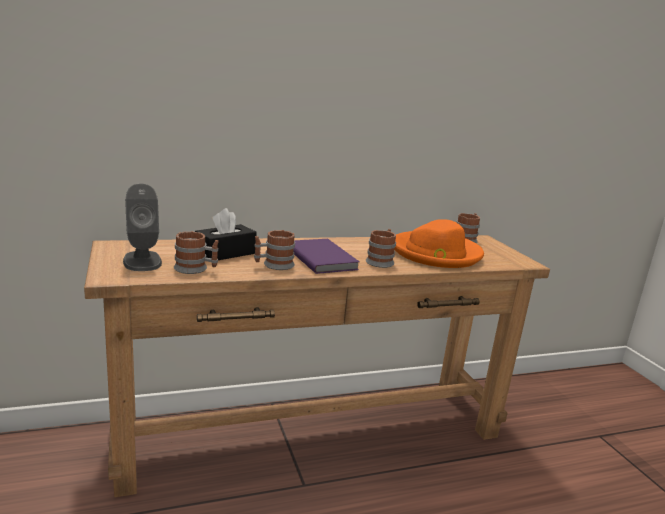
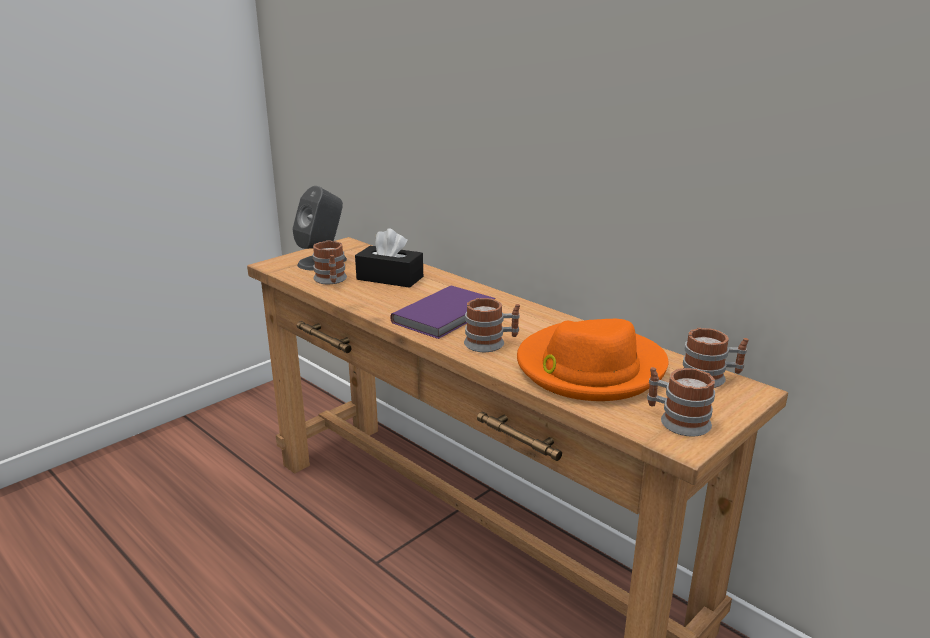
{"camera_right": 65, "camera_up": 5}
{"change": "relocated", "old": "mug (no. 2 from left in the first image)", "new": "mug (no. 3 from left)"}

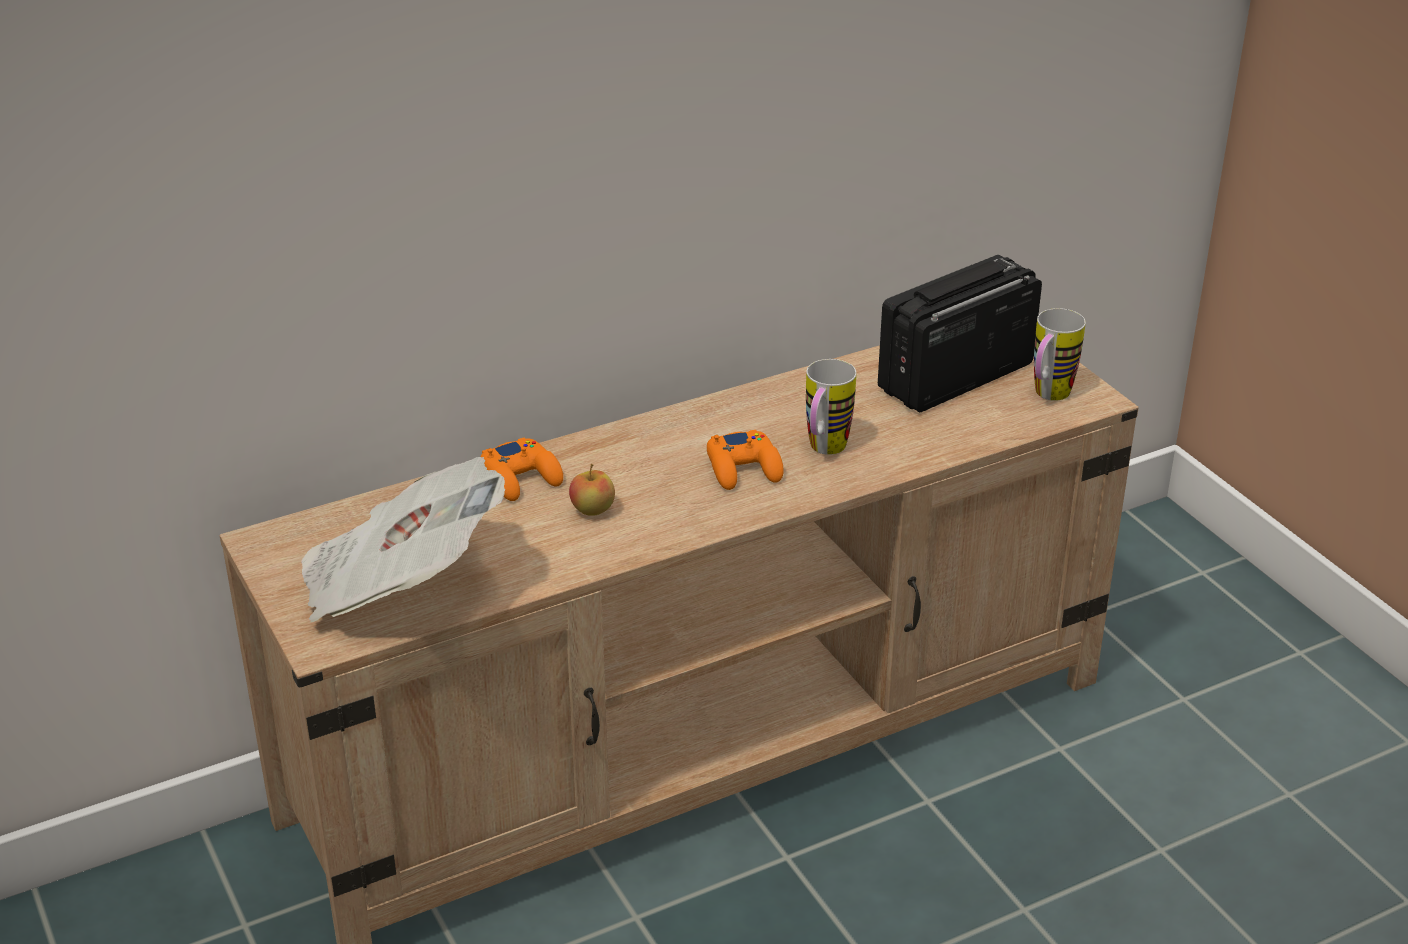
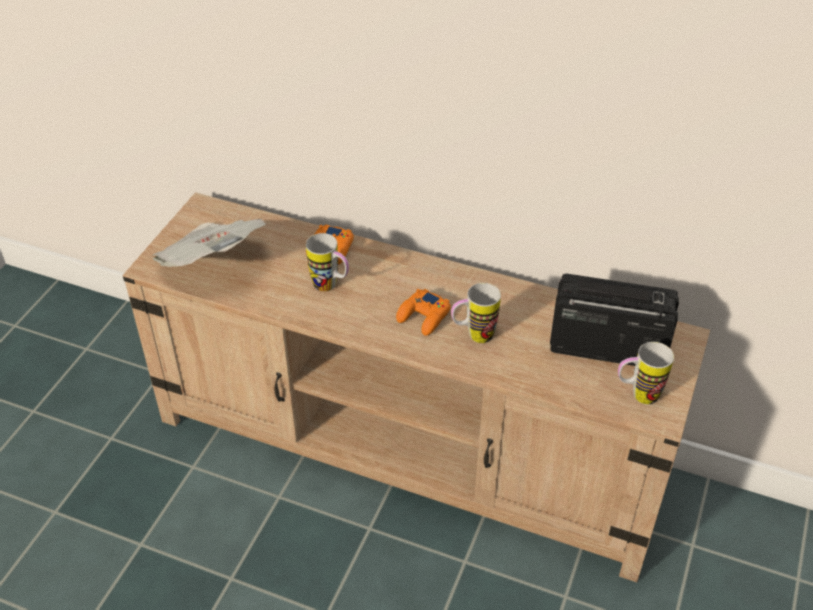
{"camera_right": 50, "camera_up": 10}
{"change": "exchanged", "old": "apple", "new": "mug (no. 1 from left)"}

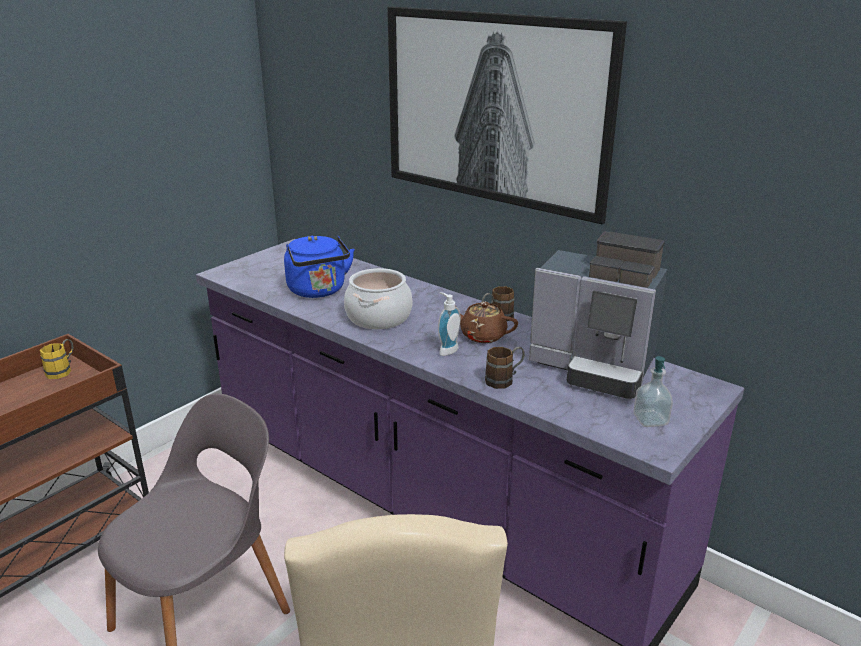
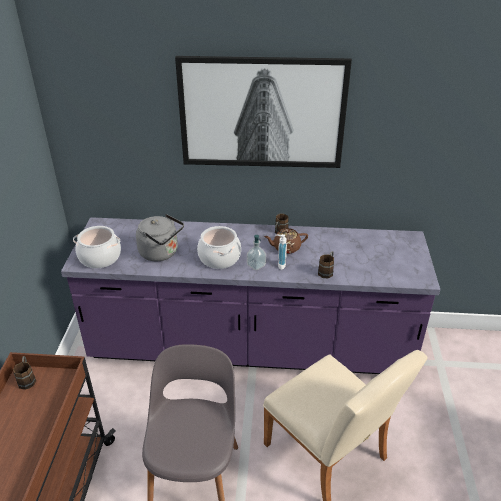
{"camera_right": -35, "camera_up": 10}
{"change": "missing", "old": "coffee machine"}
{"change": "appeared", "new": "cooking pot (no. 1 from left)"}
{"change": "relocated", "old": "soap dispenser (no. 2 from left in the first image)", "new": "soap dispenser (no. 1 from left)"}
{"change": "colour", "old": "mug/yellow", "new": "mug/brown (no. 1 from left)"}
{"change": "colour", "old": "kettle/blue", "new": "kettle/grey"}

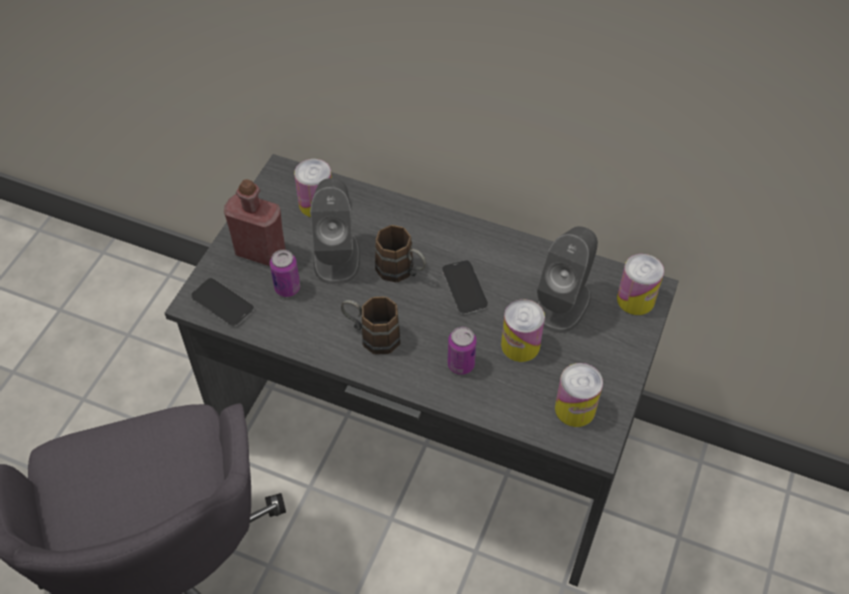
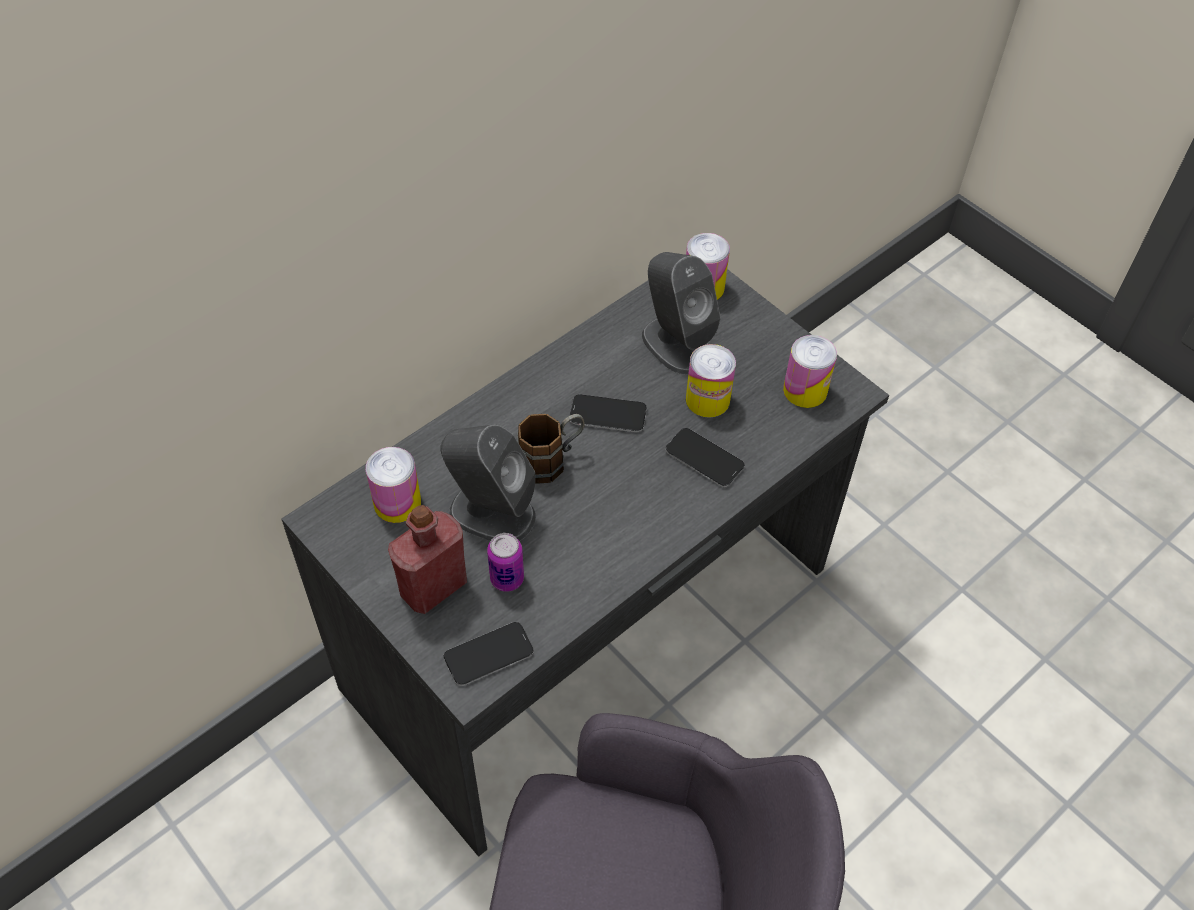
{"camera_right": -65, "camera_up": 0}
{"change": "missing", "old": "mug/brown (no. 1 from left)"}
{"change": "exchanged", "old": "can (no. 3 from left)", "new": "phone (no. 3 from left)"}

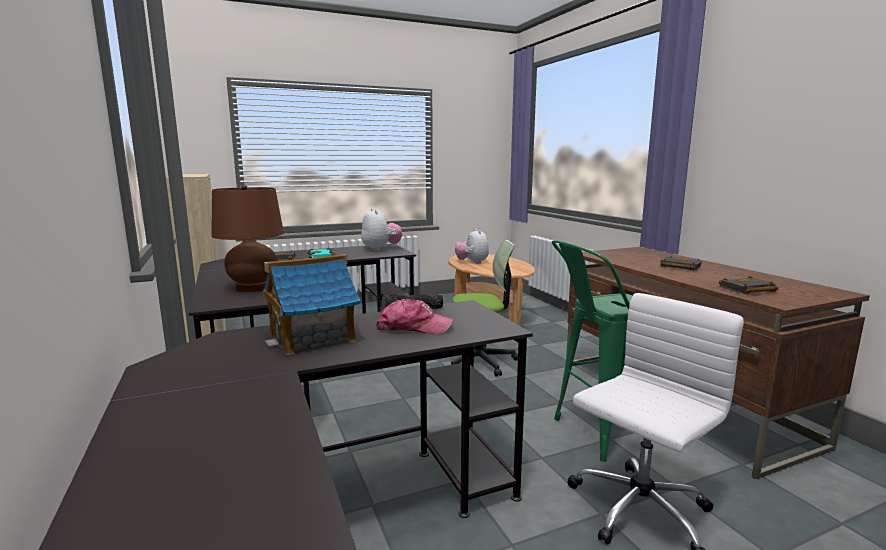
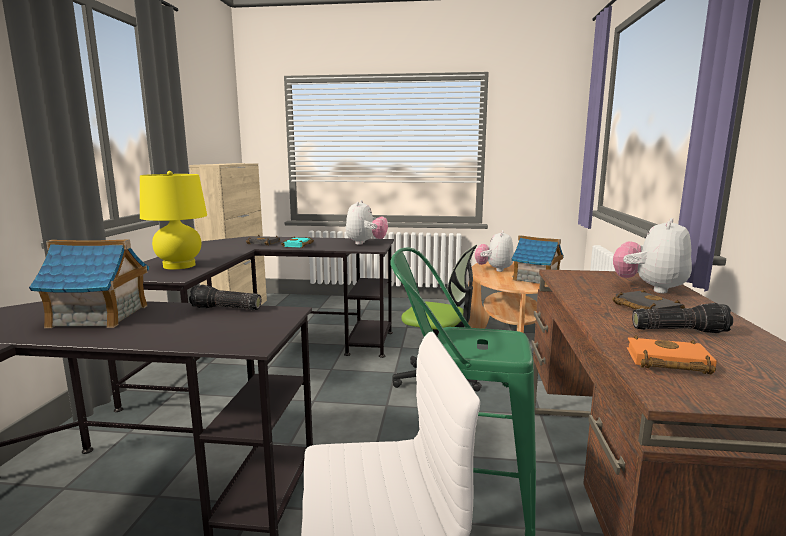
{"camera_right": 30, "camera_up": 0}
{"change": "missing", "old": "cap"}
{"change": "appeared", "new": "toy house (no. 2 from left)"}
{"change": "appeared", "new": "plush toy (no. 3 from left)"}
{"change": "appeared", "new": "flashlight (no. 2 from left)"}
{"change": "colour", "old": "table lamp/brown", "new": "table lamp/yellow"}
{"change": "colour", "old": "book/black (no. 3 from left)", "new": "book/orange"}

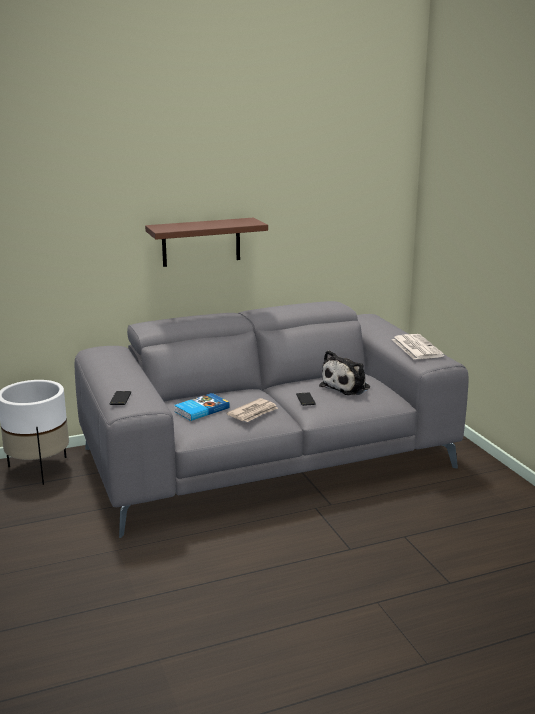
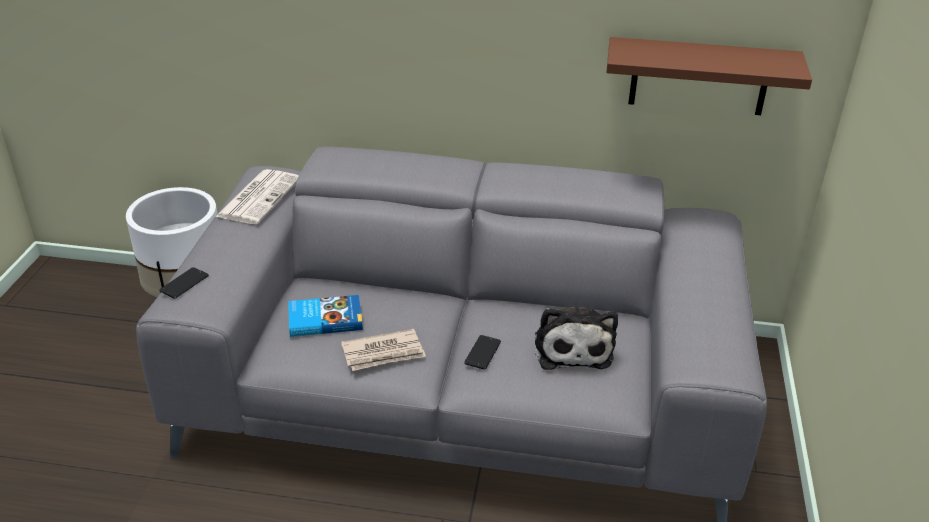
{"camera_right": 30, "camera_up": 15}
{"change": "relocated", "old": "shelf/brown"}
{"change": "relocated", "old": "newspaper (no. 2 from left in the first image)", "new": "newspaper (no. 1 from left)"}
{"change": "spun", "old": "plush toy", "degrees": -75}

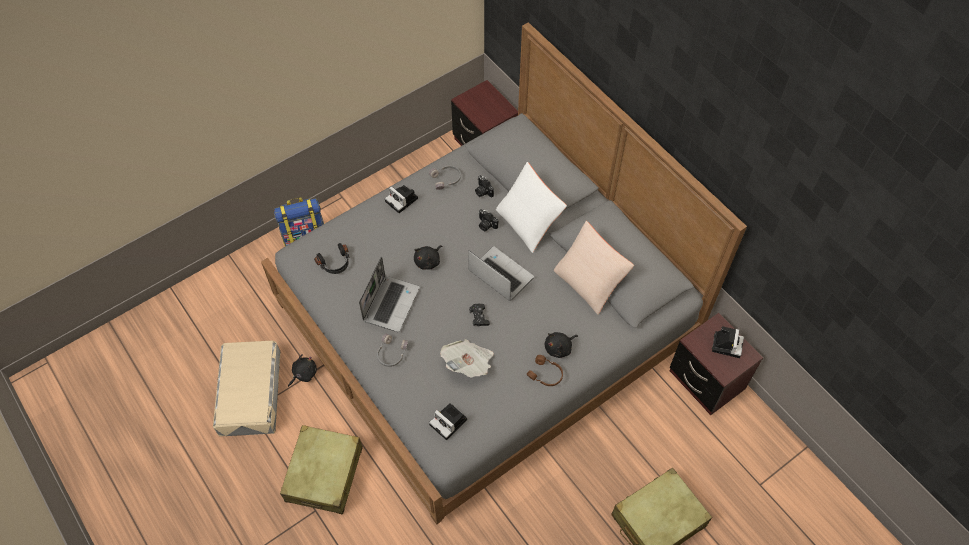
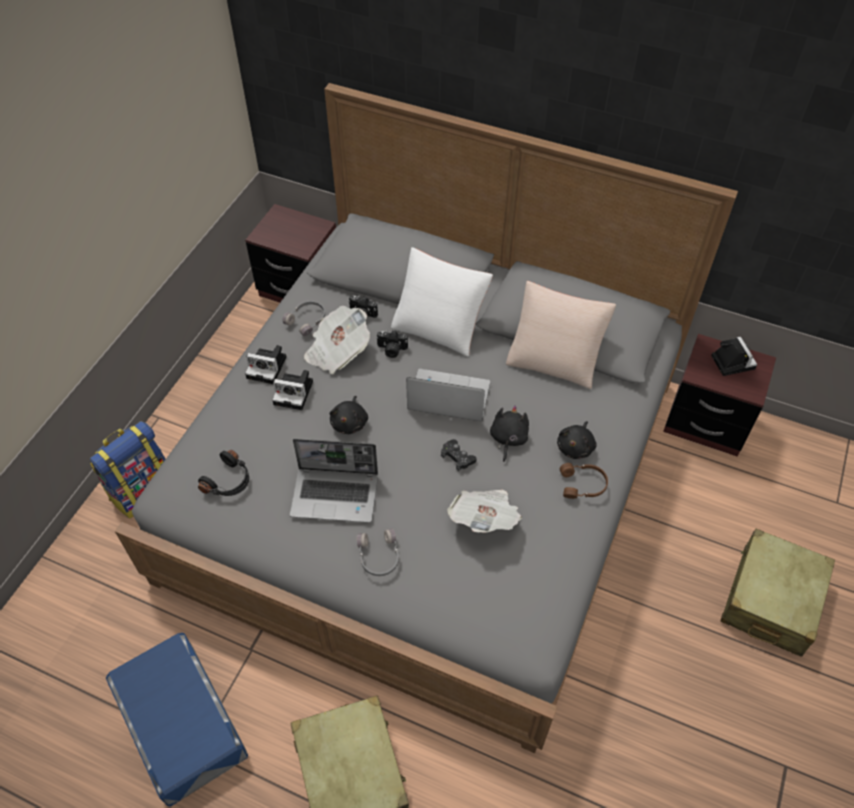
{"camera_right": -30, "camera_up": -5}
{"change": "appeared", "new": "newspaper (no. 1 from left)"}
{"change": "relocated", "old": "plush toy/black (no. 1 from left in the first image)", "new": "plush toy/black (no. 2 from left)"}
{"change": "relocated", "old": "photo camera (no. 2 from left)"}
{"change": "colour", "old": "storage box/beige", "new": "storage box/blue"}
{"change": "spun", "old": "laptop (no. 1 from left)", "degrees": 105}

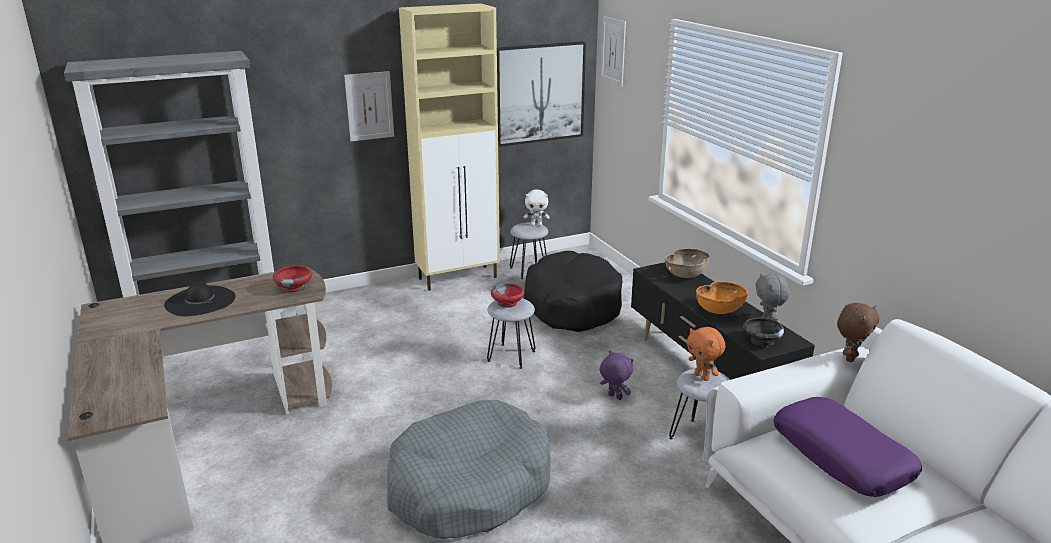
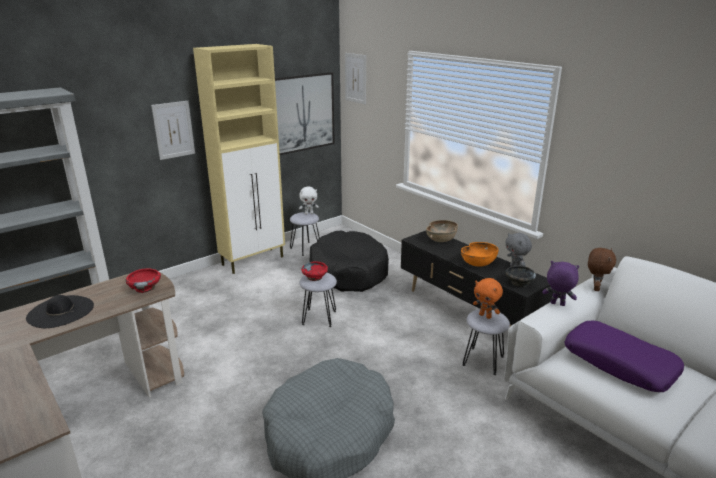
{"camera_right": -15, "camera_up": 0}
{"change": "relocated", "old": "plush toy/purple"}

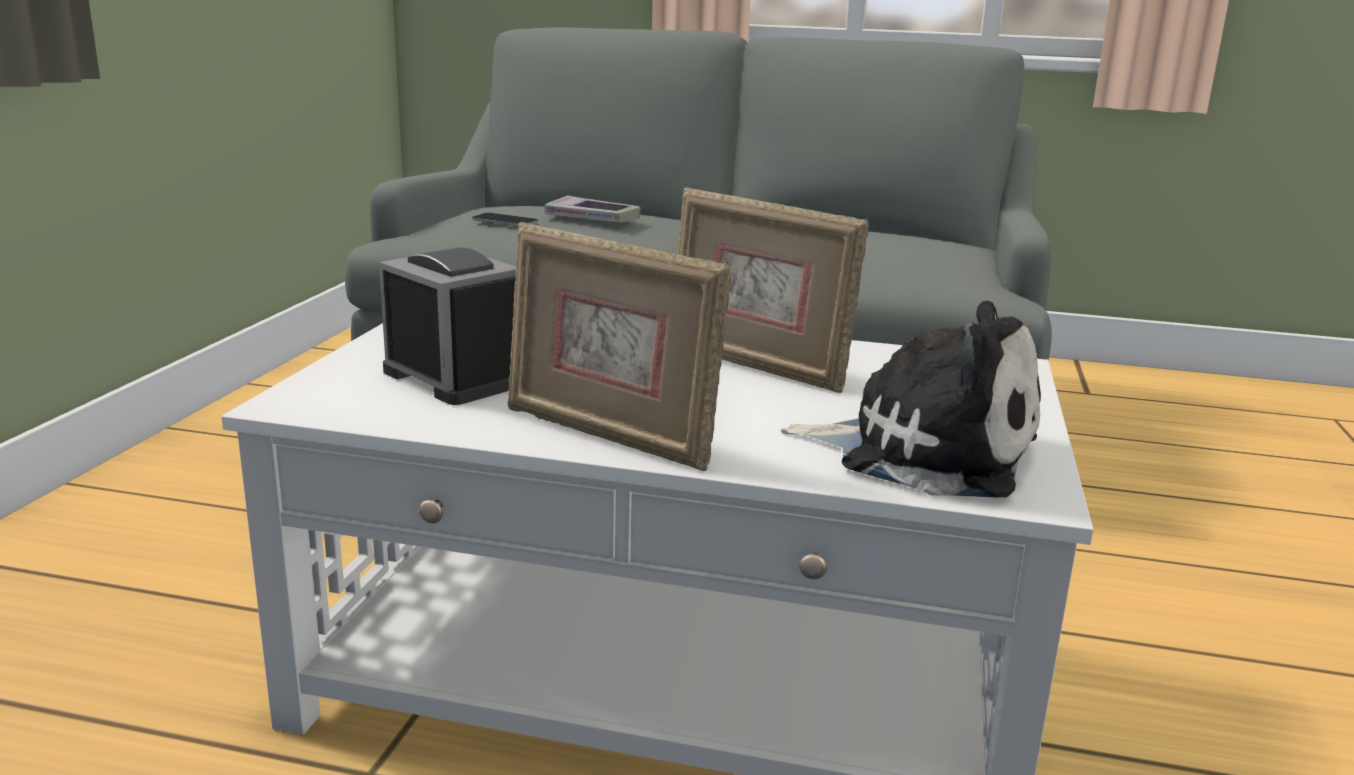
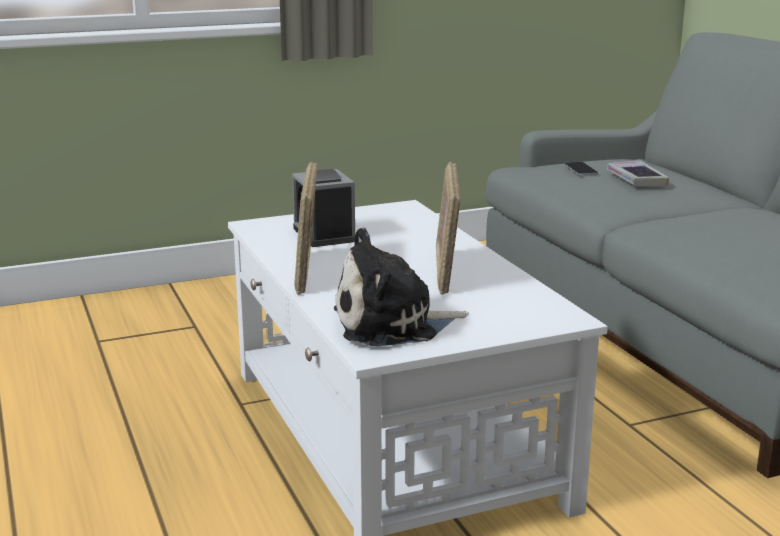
{"camera_right": 55, "camera_up": 0}
{"change": "spun", "old": "alarm clock", "degrees": 150}
{"change": "spun", "old": "plush toy", "degrees": 90}

